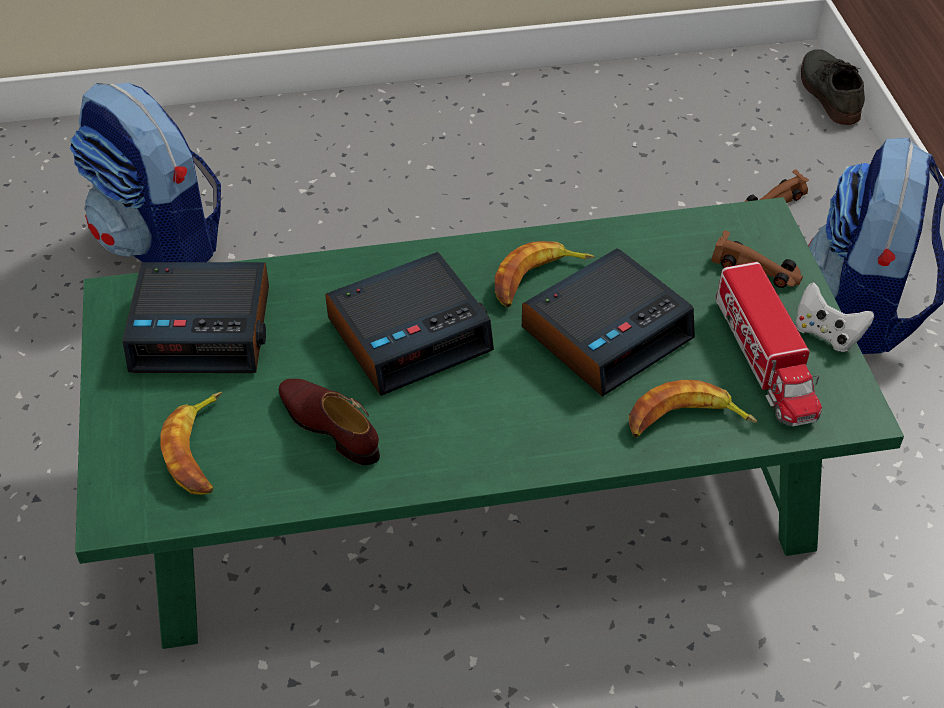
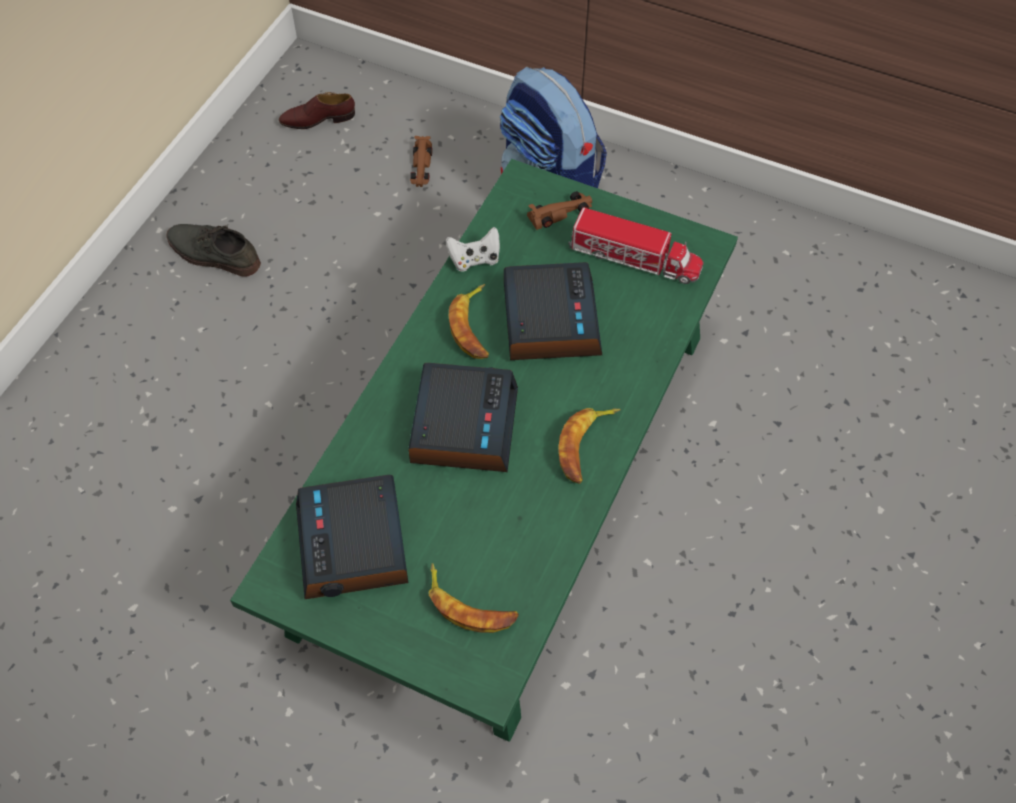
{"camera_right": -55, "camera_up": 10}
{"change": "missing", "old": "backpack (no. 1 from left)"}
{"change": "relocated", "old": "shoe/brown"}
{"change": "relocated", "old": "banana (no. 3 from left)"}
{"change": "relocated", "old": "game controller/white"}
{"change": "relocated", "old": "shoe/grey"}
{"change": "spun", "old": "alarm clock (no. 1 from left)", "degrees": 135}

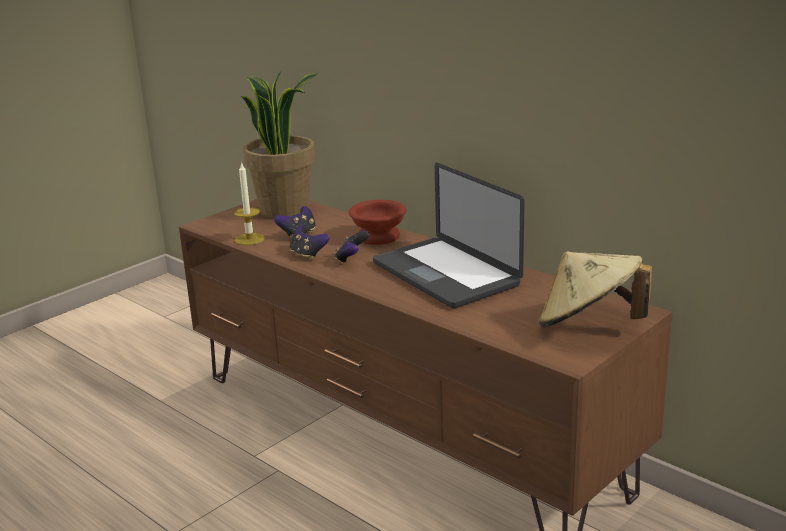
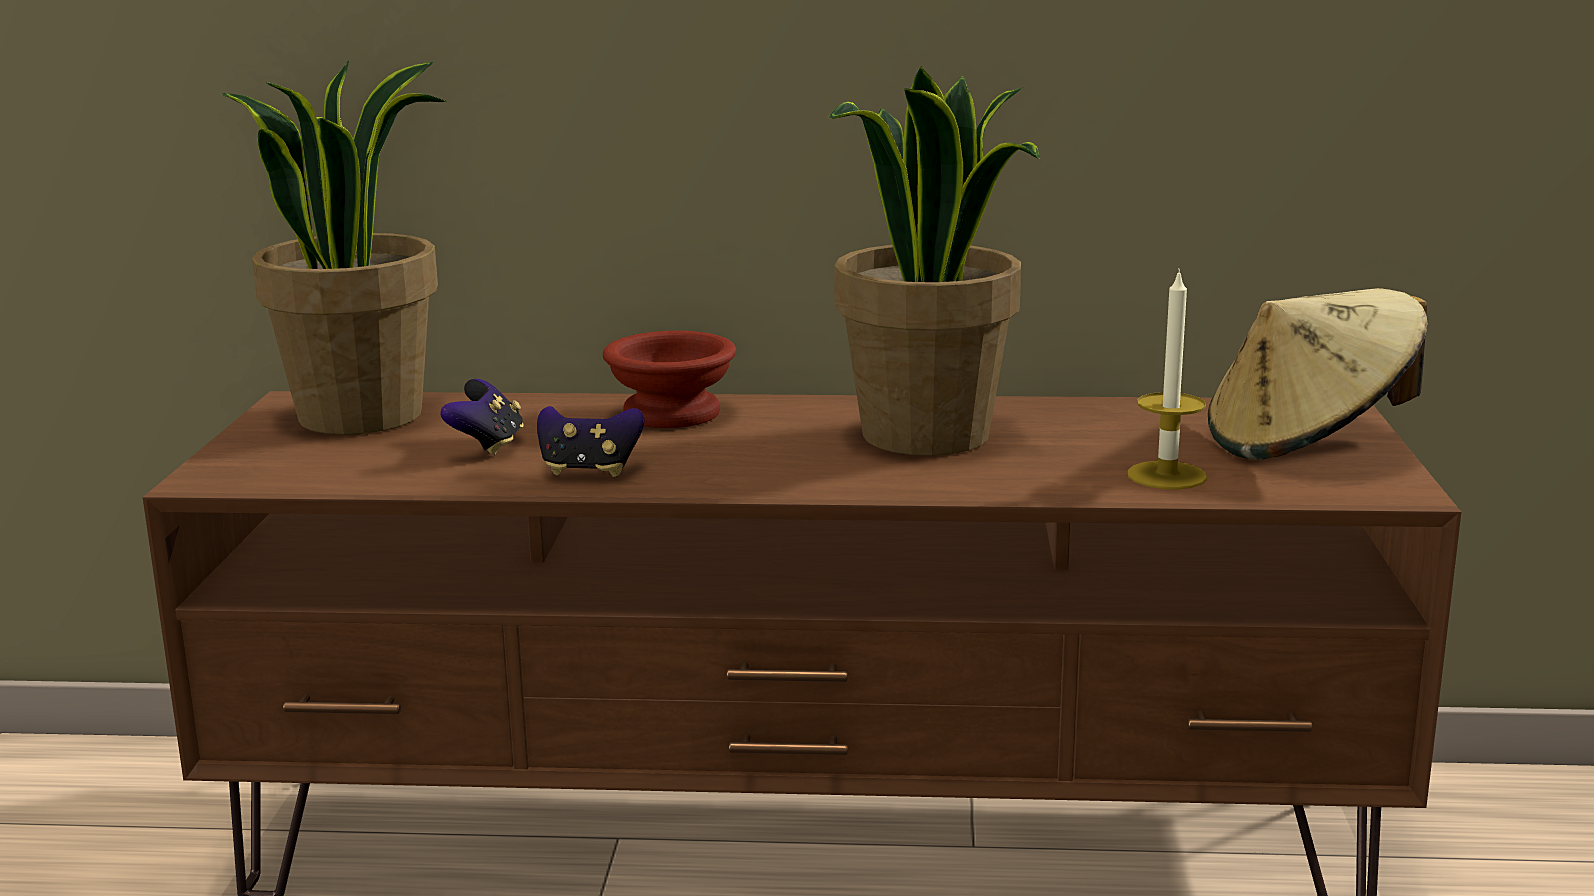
{"camera_right": -40, "camera_up": -5}
{"change": "missing", "old": "game controller (no. 3 from left)"}
{"change": "relocated", "old": "candle"}
{"change": "exchanged", "old": "laptop", "new": "potted plant (no. 2 from left)"}

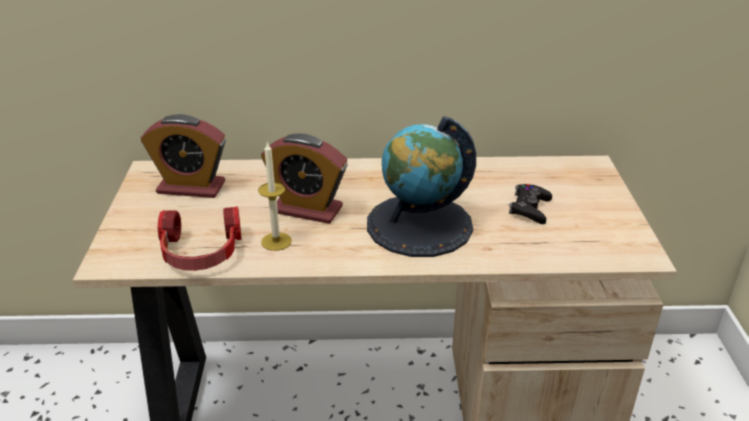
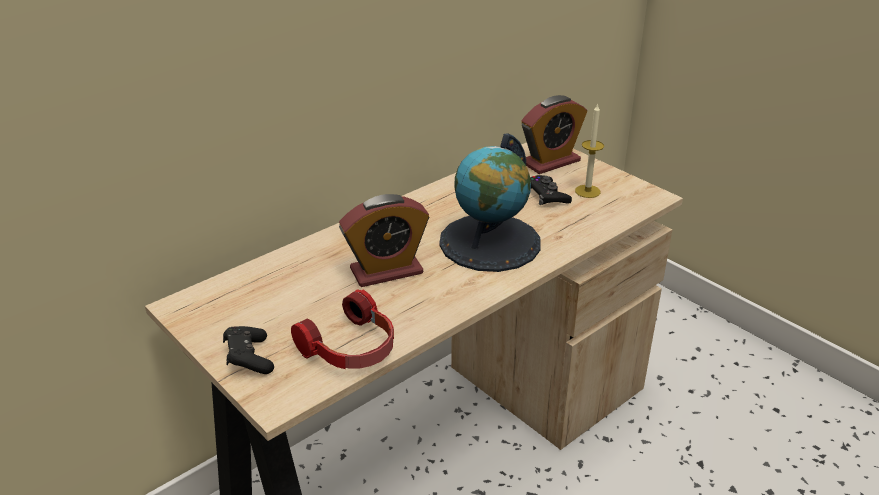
{"camera_right": -40, "camera_up": 0}
{"change": "appeared", "new": "game controller/black (no. 1 from left)"}
{"change": "relocated", "old": "alarm clock (no. 1 from left in the first image)", "new": "alarm clock (no. 2 from left)"}
{"change": "relocated", "old": "candle"}

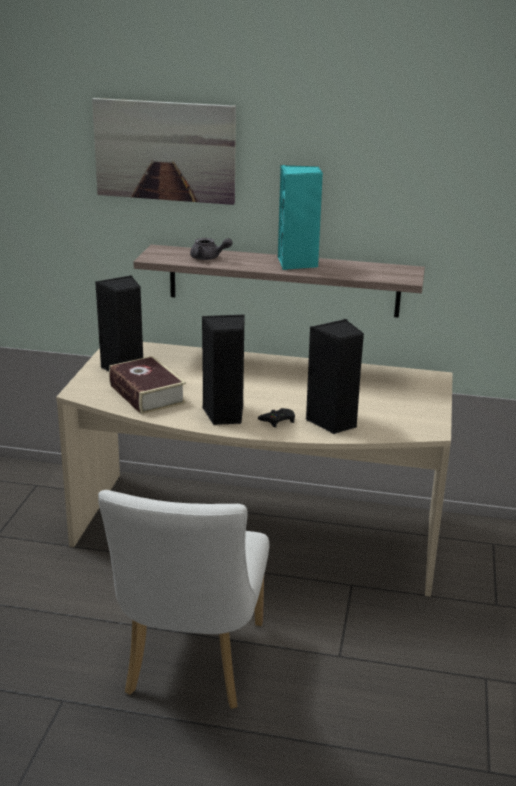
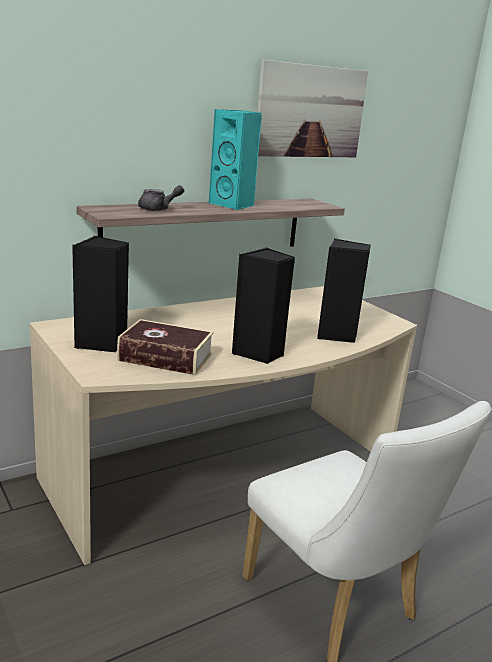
{"camera_right": -45, "camera_up": -5}
{"change": "missing", "old": "game controller/black"}
{"change": "relocated", "old": "picture"}

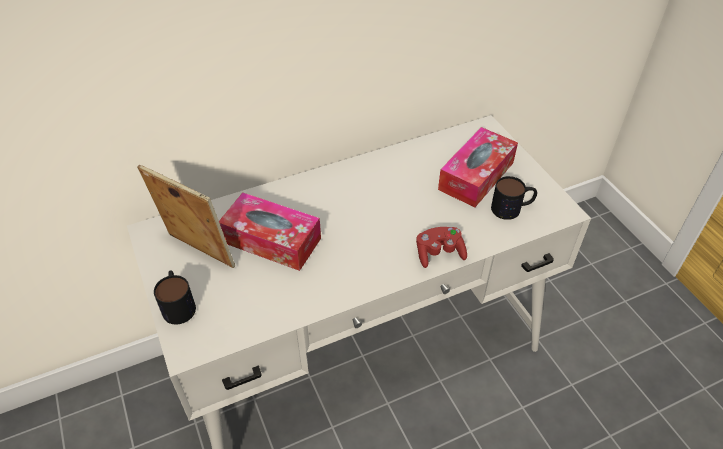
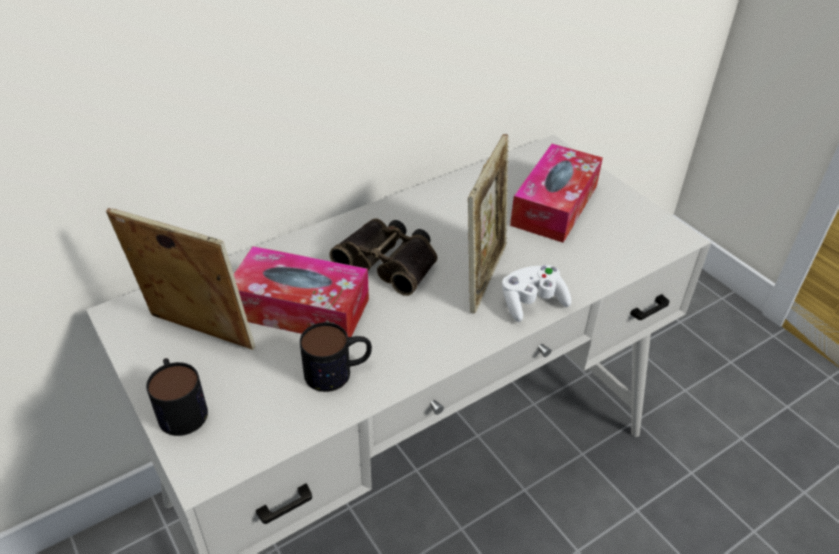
{"camera_right": -10, "camera_up": -5}
{"change": "appeared", "new": "binoculars"}
{"change": "appeared", "new": "picture frame (no. 2 from left)"}
{"change": "relocated", "old": "mug (no. 2 from left)"}
{"change": "colour", "old": "game controller/red", "new": "game controller/white"}

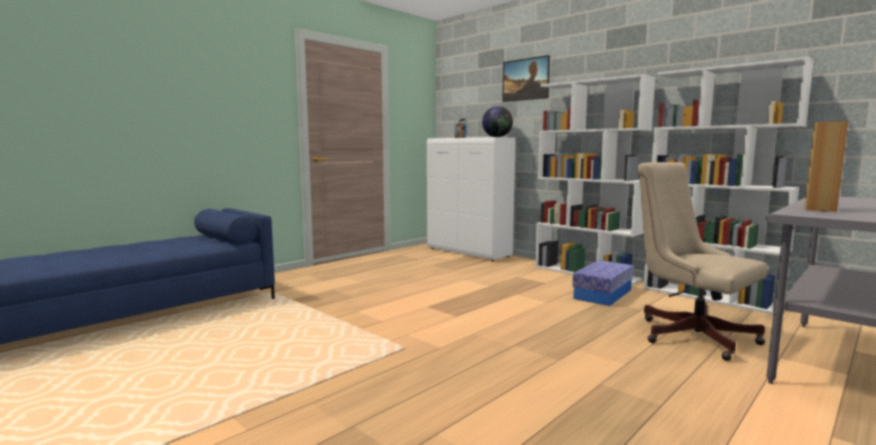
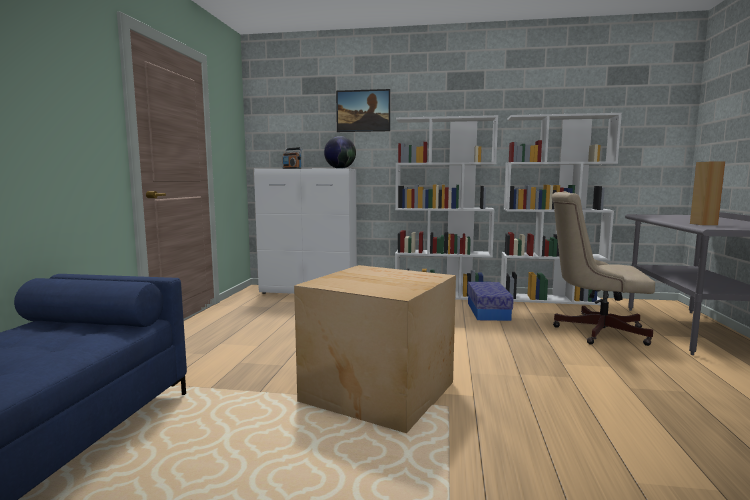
{"camera_right": -35, "camera_up": 0}
{"change": "appeared", "new": "cardboard box"}

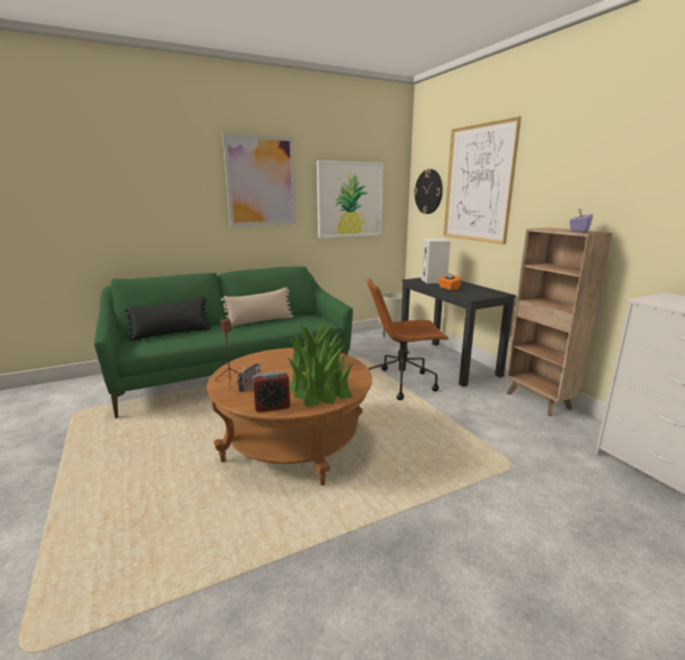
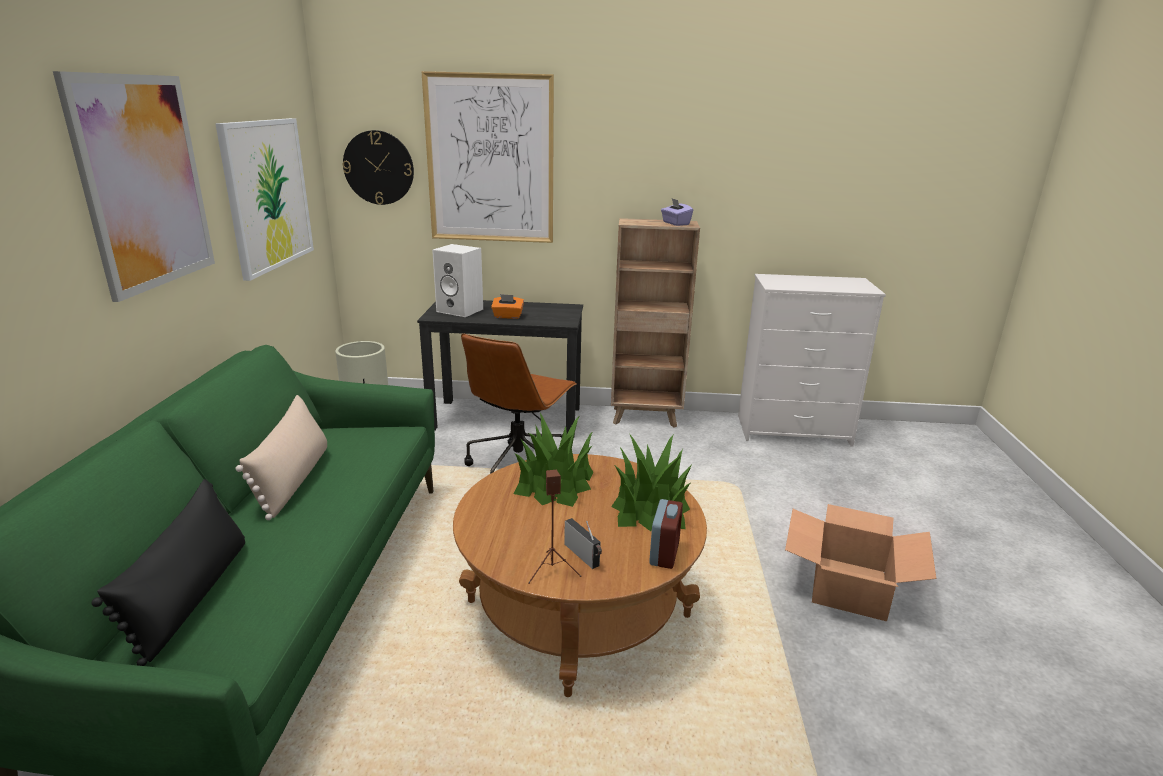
{"camera_right": -60, "camera_up": 5}
{"change": "appeared", "new": "cardboard box"}

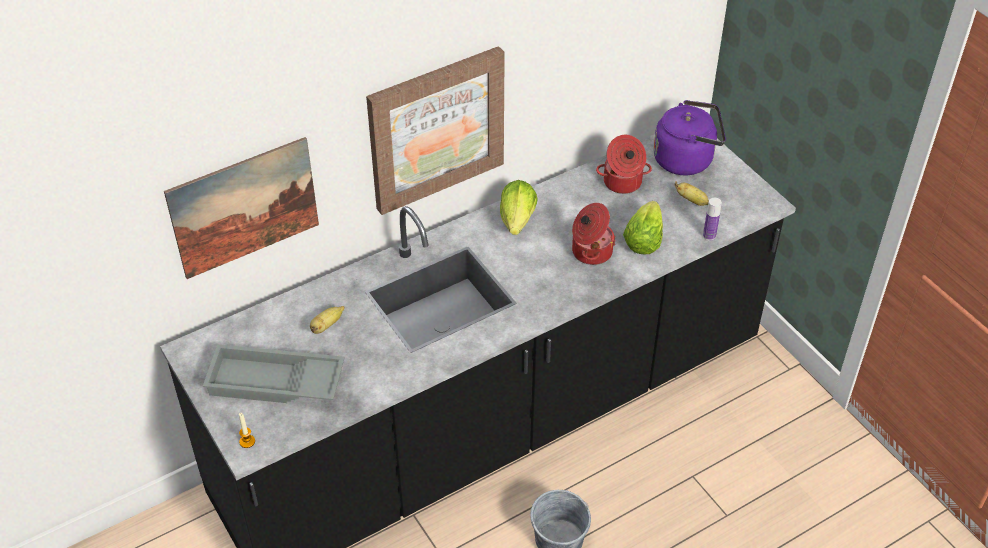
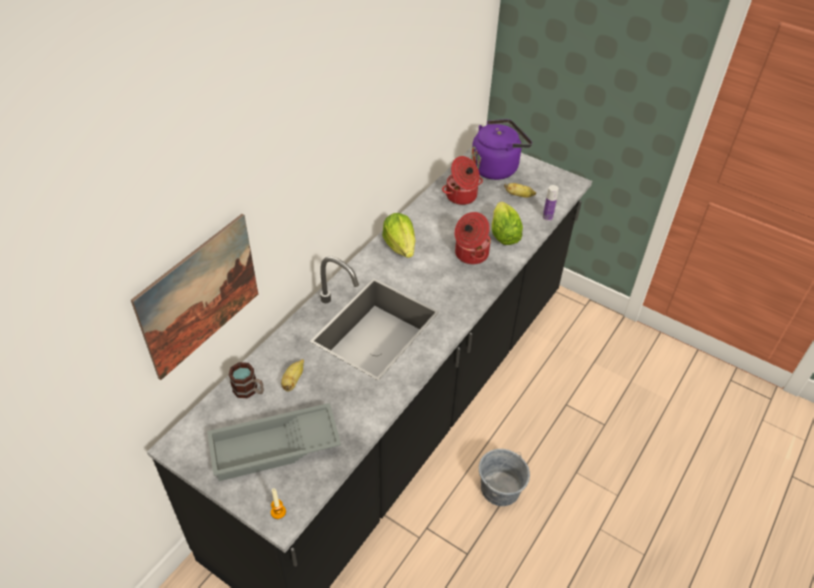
{"camera_right": -25, "camera_up": 0}
{"change": "missing", "old": "picture (no. 2 from left)"}
{"change": "appeared", "new": "mug"}

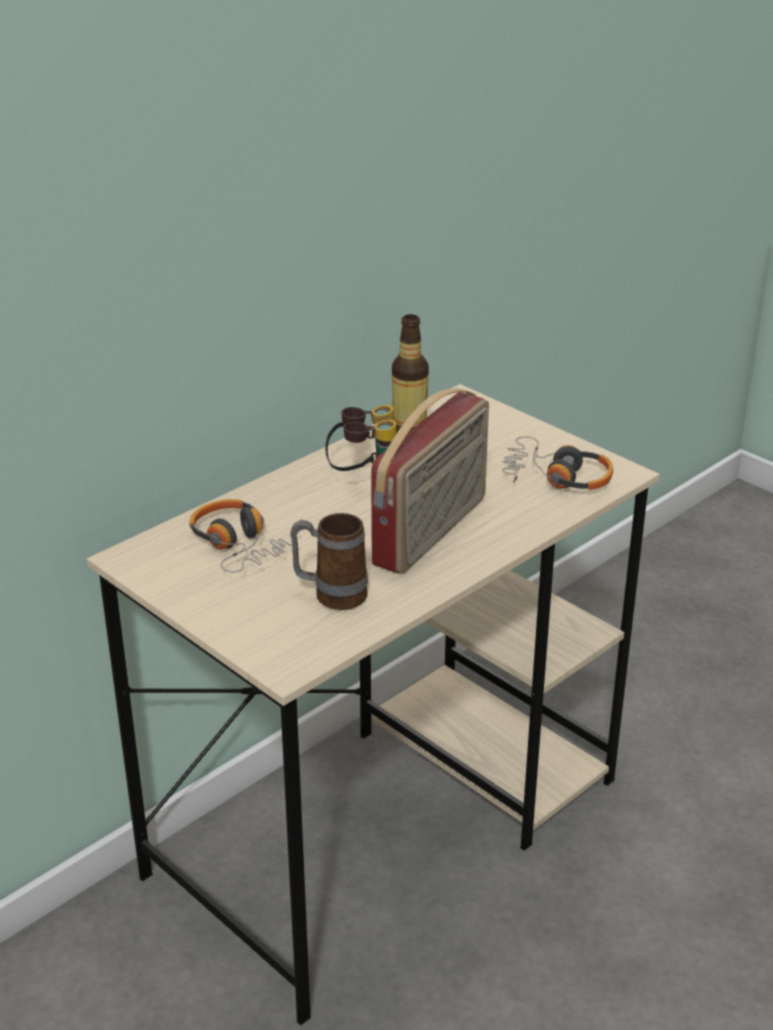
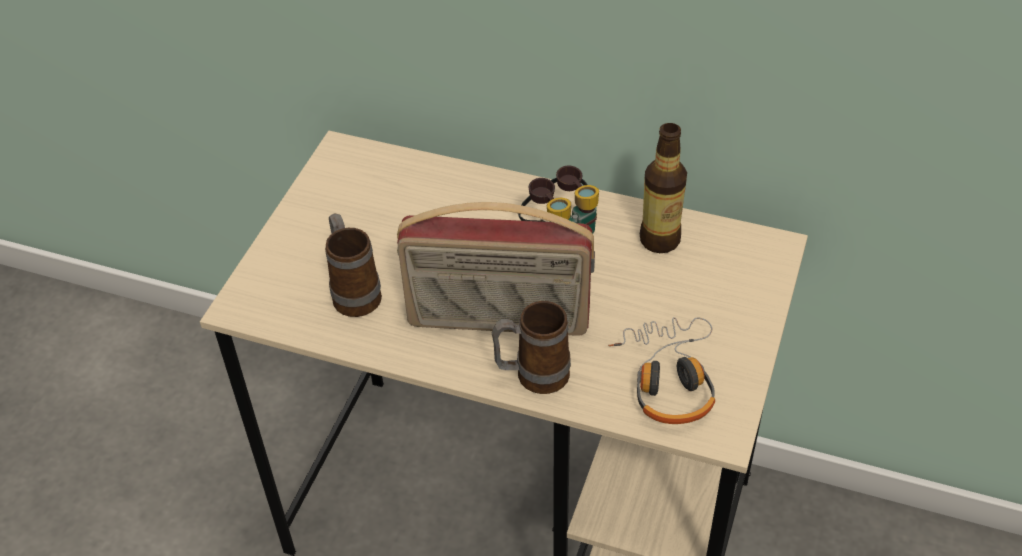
{"camera_right": 65, "camera_up": 15}
{"change": "missing", "old": "headphones (no. 1 from left)"}
{"change": "appeared", "new": "mug (no. 2 from left)"}

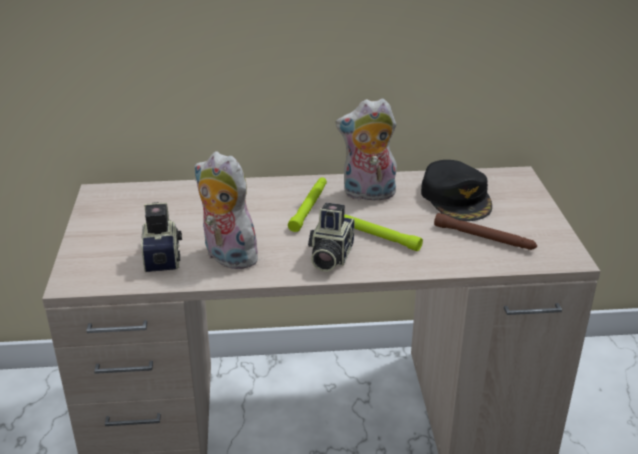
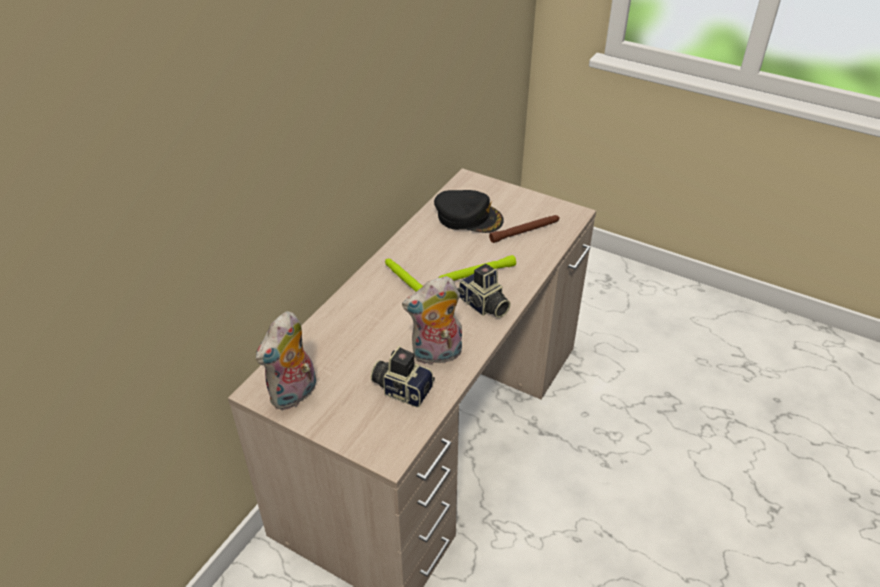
{"camera_right": -55, "camera_up": 10}
{"change": "relocated", "old": "plush toy (no. 2 from left in the first image)", "new": "plush toy (no. 1 from left)"}

